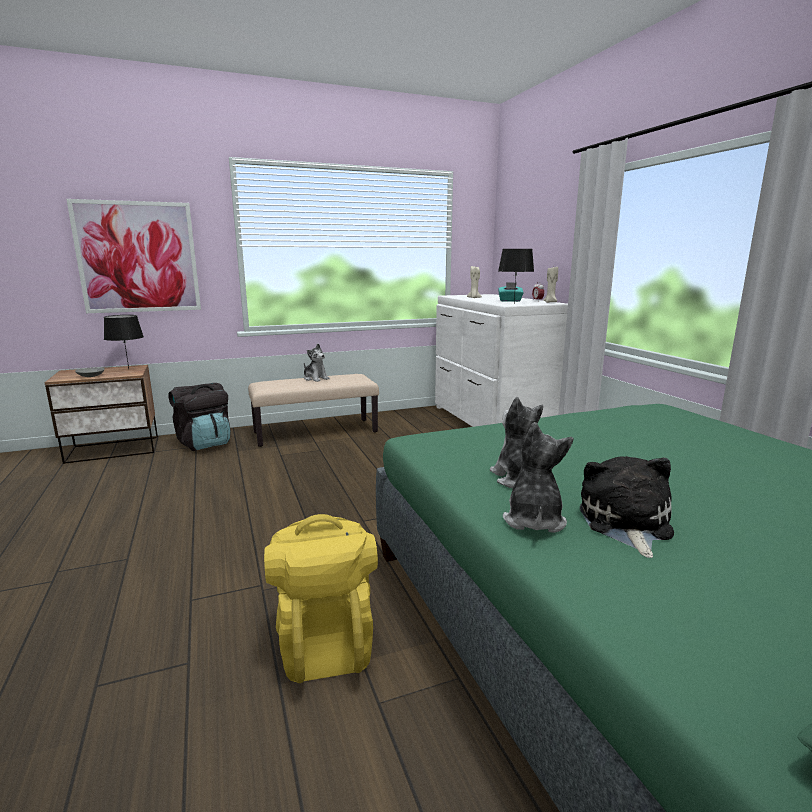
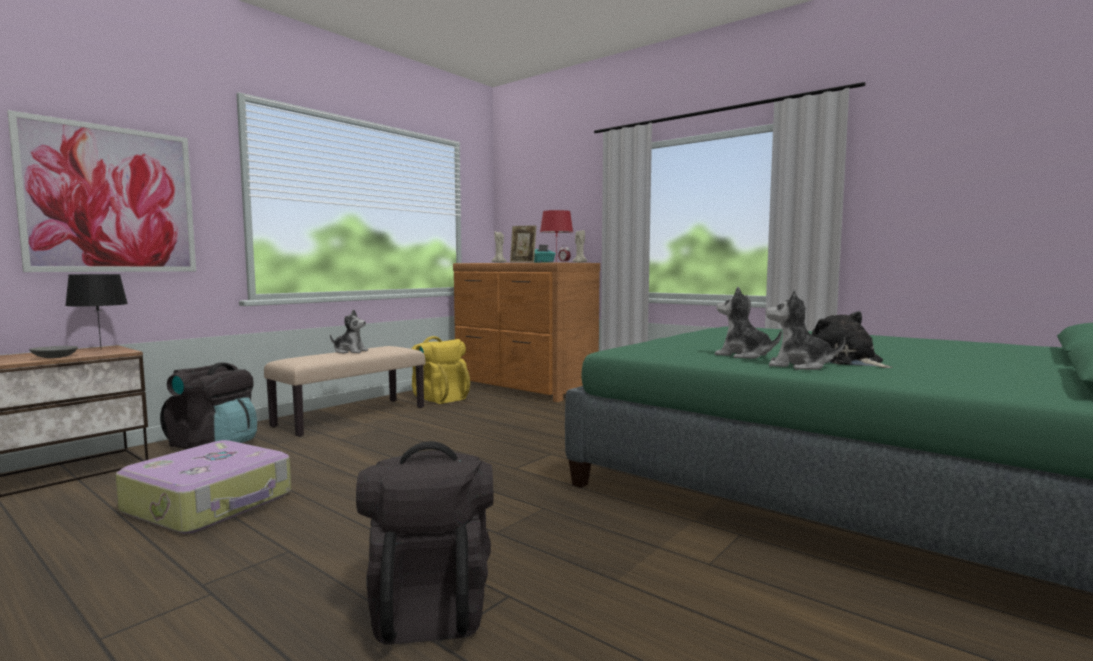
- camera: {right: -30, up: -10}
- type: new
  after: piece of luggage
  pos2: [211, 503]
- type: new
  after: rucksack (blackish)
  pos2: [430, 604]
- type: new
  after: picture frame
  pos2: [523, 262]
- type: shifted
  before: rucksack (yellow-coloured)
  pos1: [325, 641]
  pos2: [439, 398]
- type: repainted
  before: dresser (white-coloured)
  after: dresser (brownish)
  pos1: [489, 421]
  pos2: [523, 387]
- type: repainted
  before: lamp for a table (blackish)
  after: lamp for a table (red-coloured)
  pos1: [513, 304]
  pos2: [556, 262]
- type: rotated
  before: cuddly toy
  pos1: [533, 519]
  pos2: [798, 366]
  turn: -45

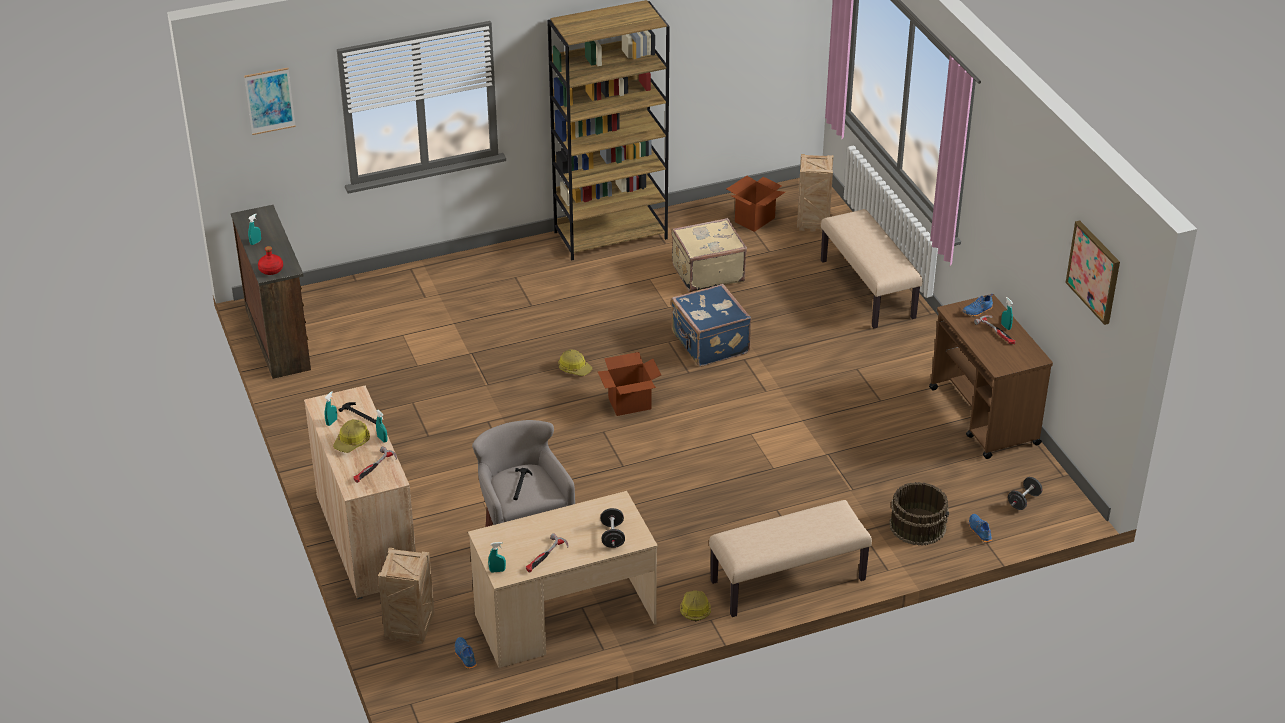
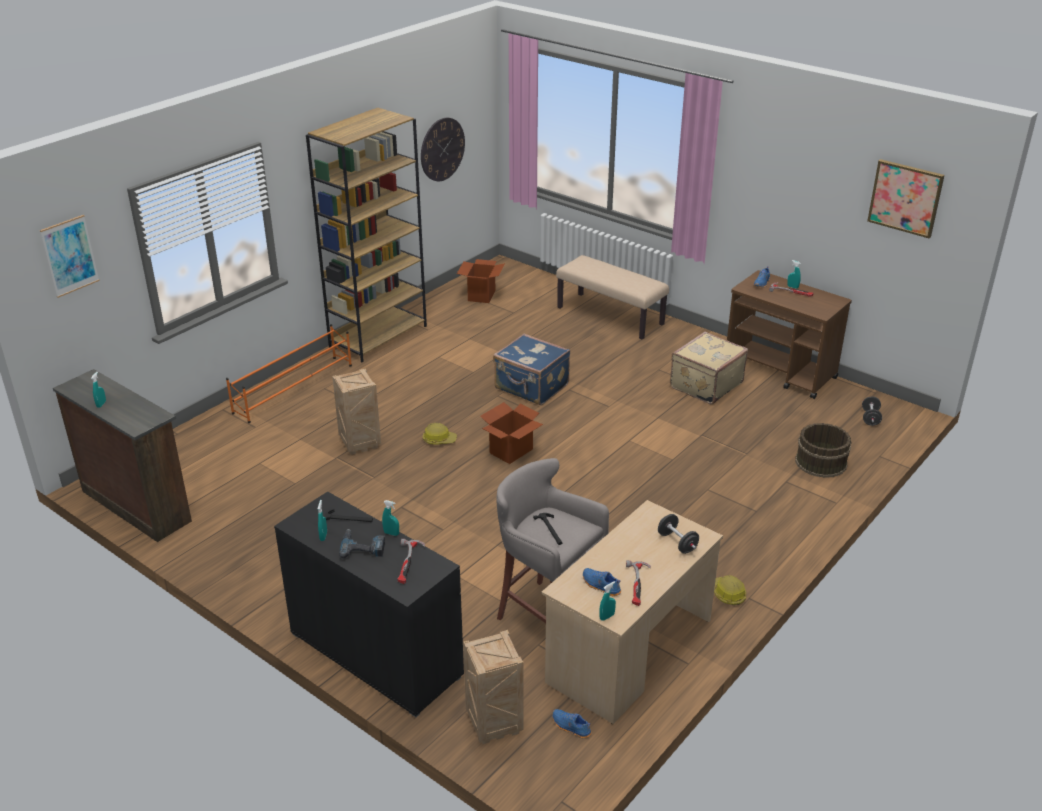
- camera: {right: -30, up: -5}
- type: gone
  before: bottle (red-coloured)
  pos1: [271, 269]
- type: gone
  before: indoor bench (sand-coloured)
  pos1: [787, 581]
- type: new
  after: shoe shelf (orangey)
  pos2: [294, 388]
- type: new
  after: wall clock
  pos2: [442, 149]
- type: shifted
  before: piece of luggage (sand-coloured)
  pos1: [707, 272]
  pos2: [705, 385]
- type: shifted
  before: packing crate
  pos1: [813, 223]
  pos2: [360, 443]
- type: shifted
  before: shoe (bluish)
  pos1: [979, 531]
  pos2: [600, 586]
- type: swapped
  before: safety helmet
  after: drill
  pos1: [352, 442]
  pos2: [363, 547]
- type: repainted
  before: cupboard (sand-coloured)
  after: cupboard (blackish)
  pos1: [367, 539]
  pos2: [376, 654]

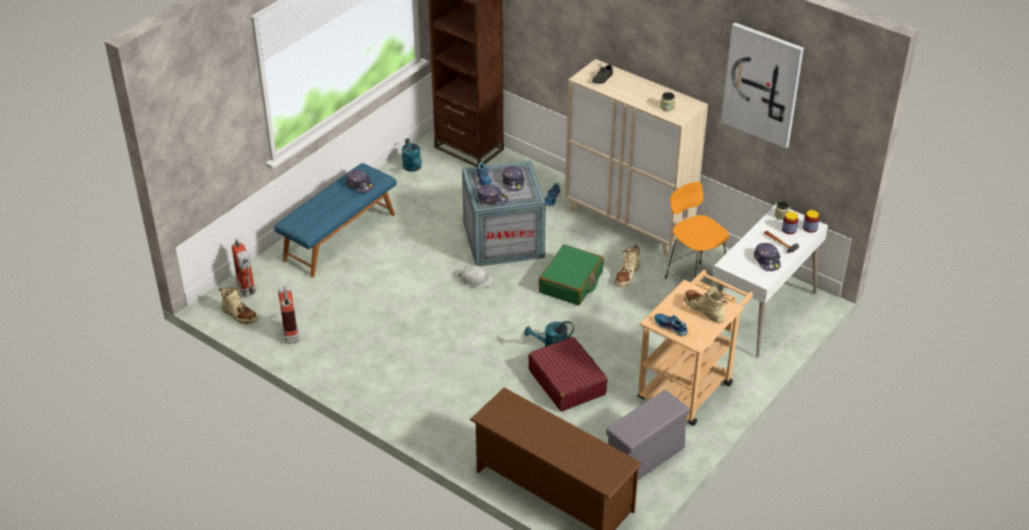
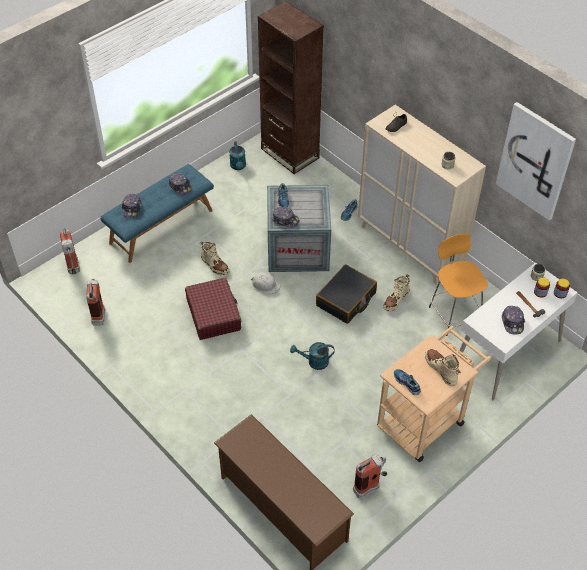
- camera: {right: 10, up: 10}
- type: shifted
  before: boot (sand-coloured)
  pos1: [239, 315]
  pos2: [215, 265]
- type: shifted
  before: peaked cap
  pos1: [513, 182]
  pos2: [132, 208]
- type: shifted
  before: piece of luggage (red-coloured)
  pos1: [567, 382]
  pos2: [213, 314]
- type: swapped
  before: storage box (grey)
  after: fire extinguisher
  pos1: [645, 457]
  pos2: [370, 487]
- type: repainted
  before: piece of luggage (greenish)
  after: piece of luggage (blackish)
  pos1: [571, 283]
  pos2: [346, 300]

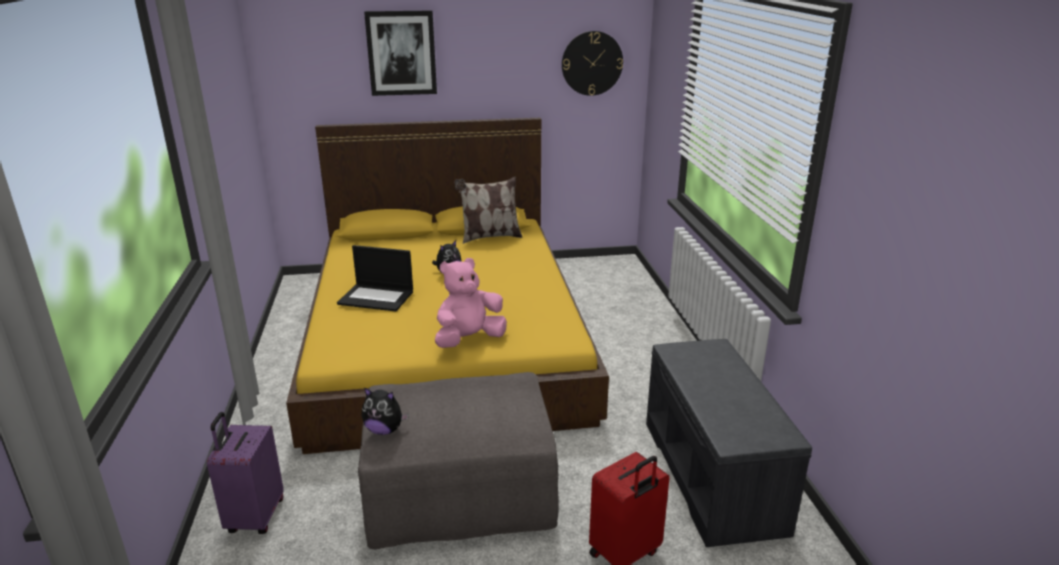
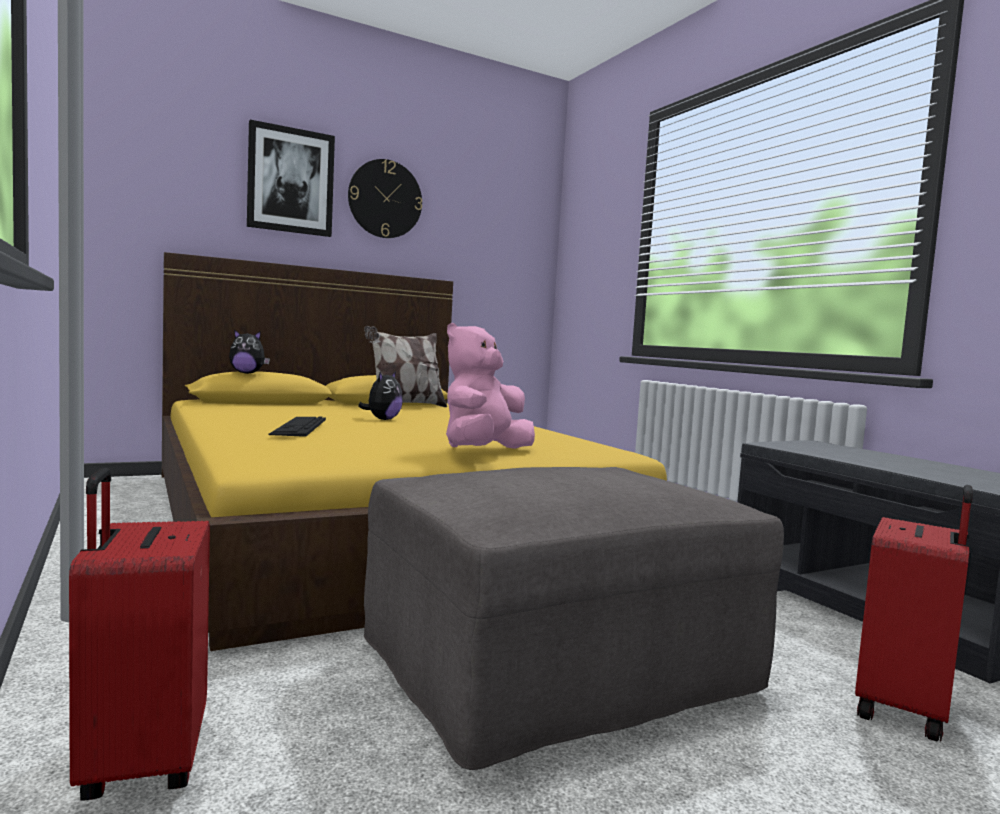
- camera: {right: -20, up: -20}
- type: shifted
  before: cuddly toy
  pos1: [384, 430]
  pos2: [247, 373]
- type: shifted
  before: wall clock
  pos1: [592, 63]
  pos2: [385, 199]
- type: swapped
  before: laptop
  after: keyboard
  pos1: [377, 297]
  pos2: [299, 426]
- type: repainted
  before: piece of luggage (purplish)
  after: piece of luggage (red-coloured)
  pos1: [254, 517]
  pos2: [141, 762]

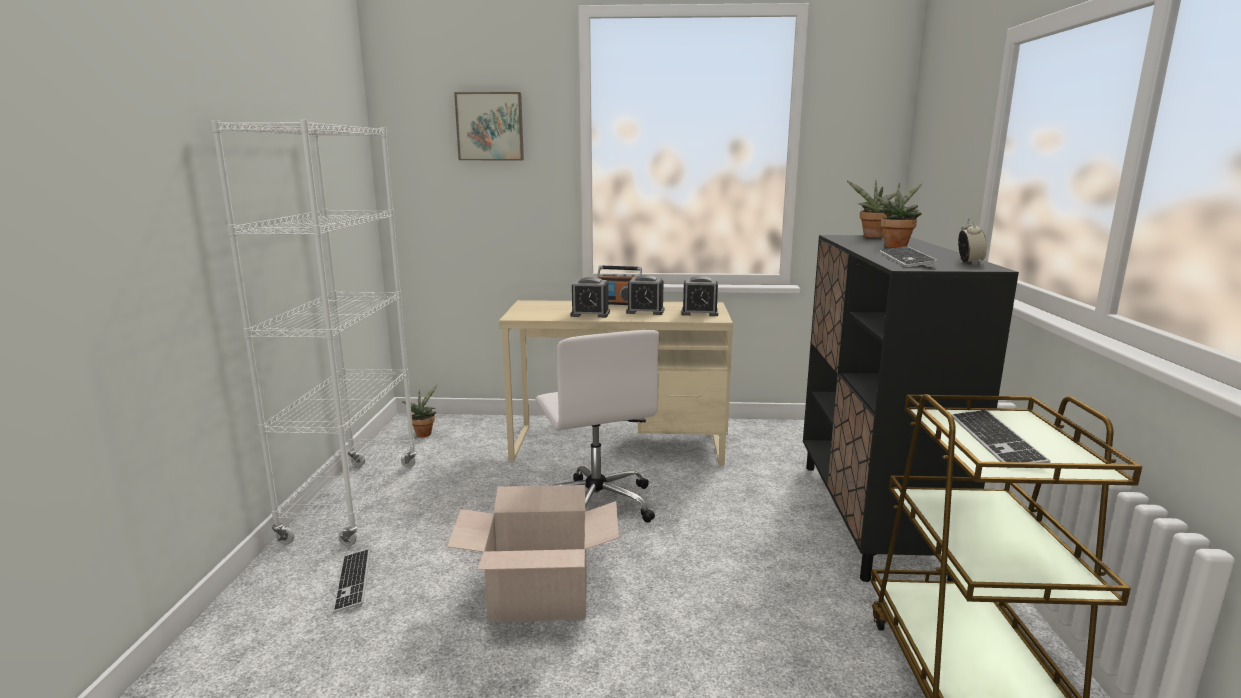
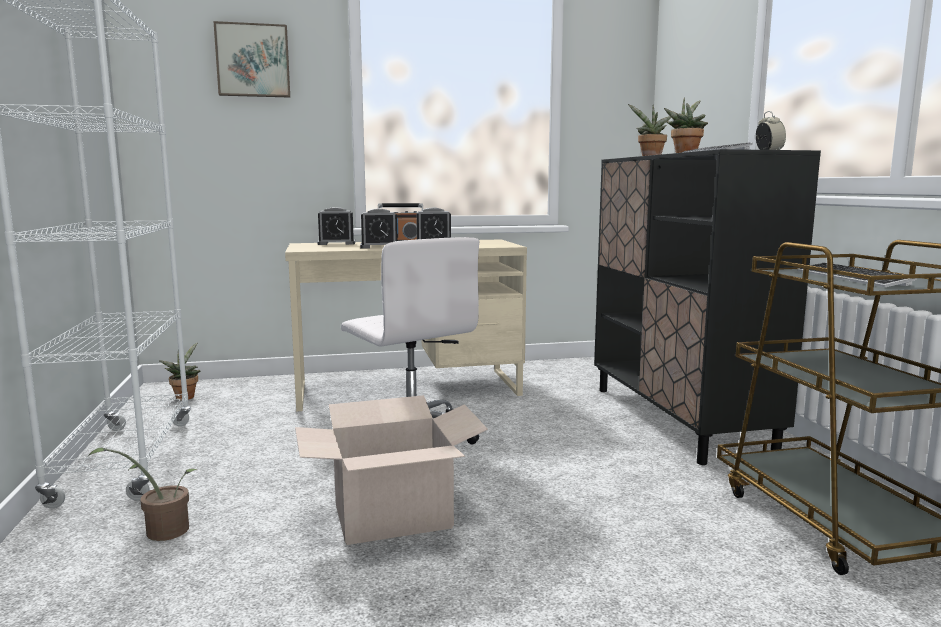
- camera: {right: -15, up: -5}
- type: shifted
  before: table clock
  pos1: [699, 312]
  pos2: [336, 243]
- type: swapped
  before: keyboard
  after: potted plant
  pos1: [353, 582]
  pos2: [161, 531]

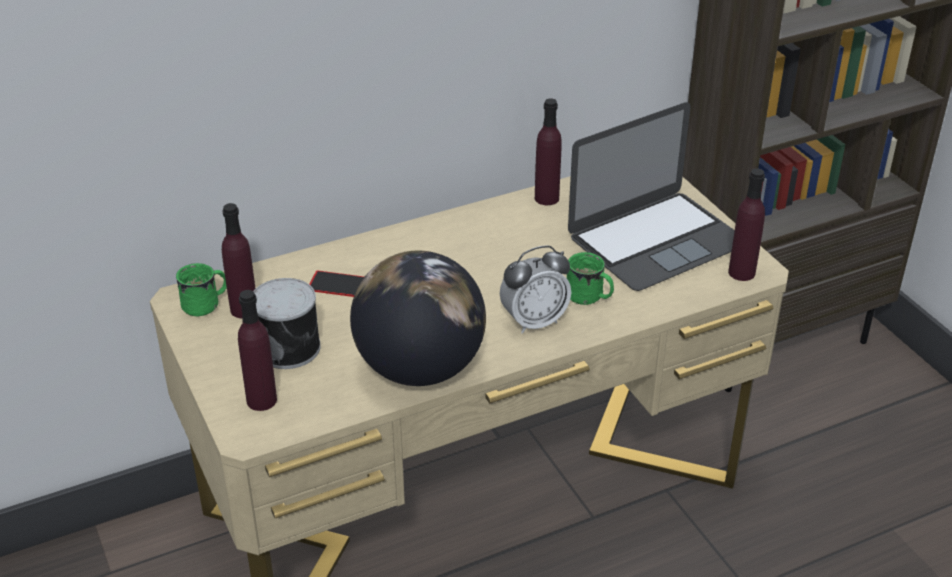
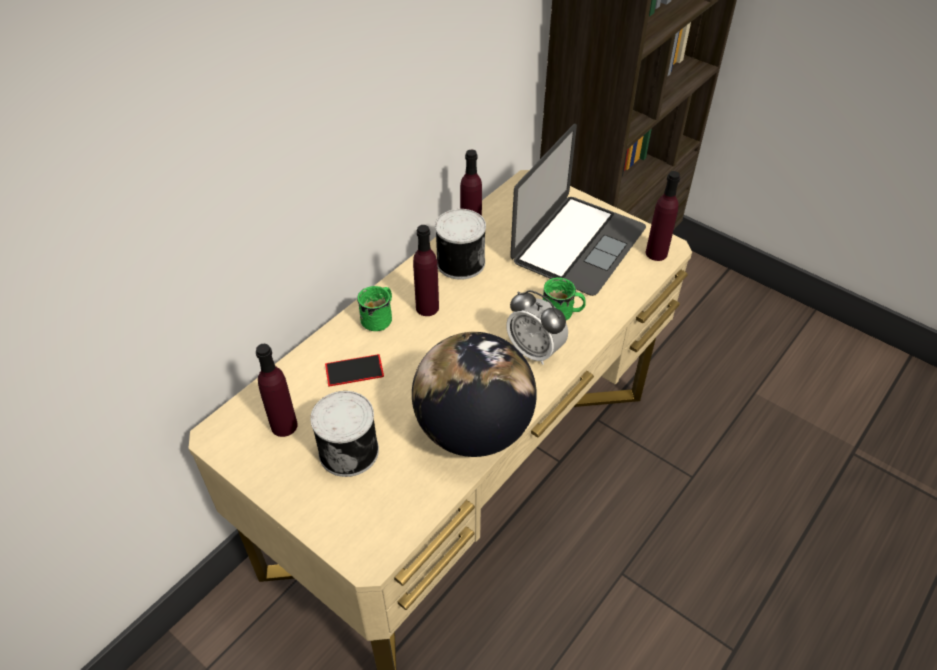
- camera: {right: -25, up: 10}
- type: new
  after: can
  pos2: [459, 262]
- type: shifted
  before: tea mug (greenish)
  pos1: [206, 304]
  pos2: [380, 318]
- type: shifted
  before: bottle (purplish)
  pos1: [261, 400]
  pos2: [427, 307]
- type: rotated
  before: table clock
  pos1: [534, 321]
  pos2: [535, 351]
  turn: 90

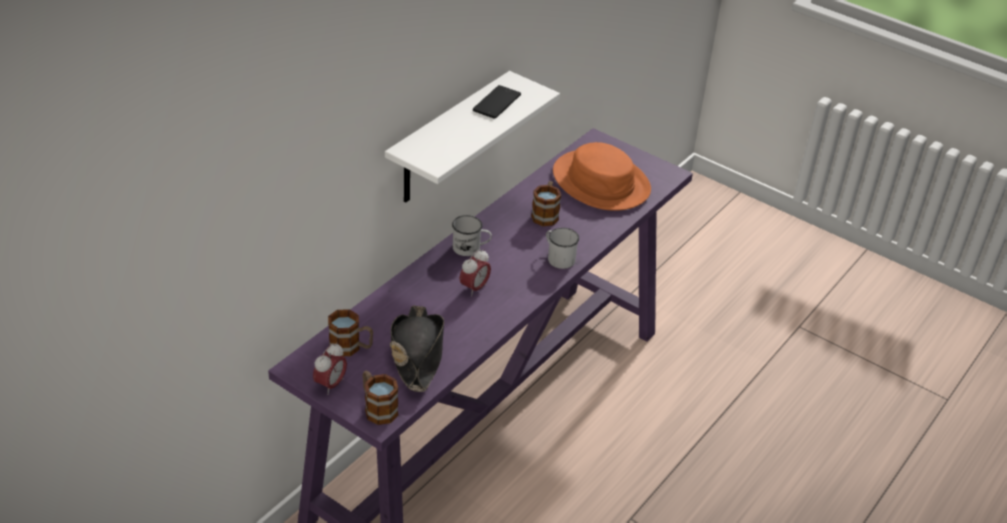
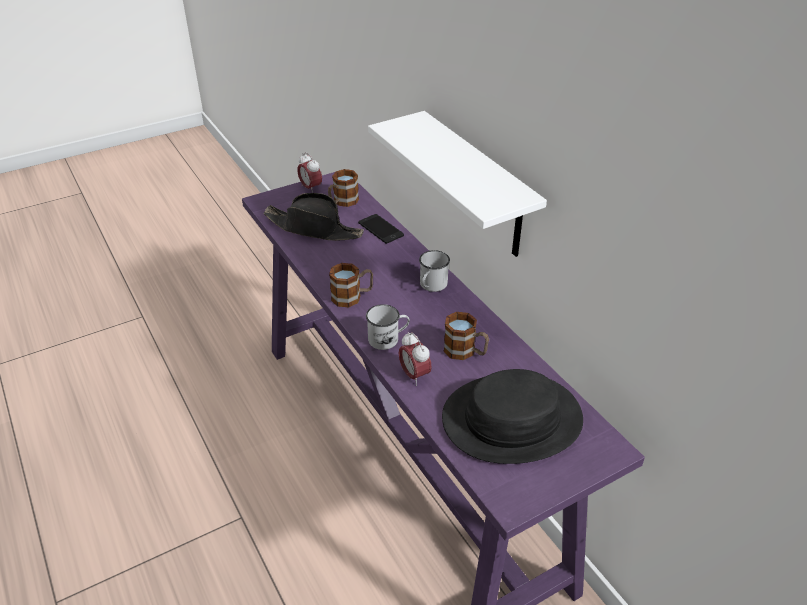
- camera: {right: 115, up: 0}
- type: shifted
  before: tea mug
  pos1: [377, 407]
  pos2: [352, 297]
- type: shifted
  before: table clock
  pos1: [474, 288]
  pos2: [414, 375]
- type: shifted
  before: phone
  pos1: [497, 102]
  pos2: [380, 229]
- type: repainted
  before: hat (orangey)
  after: hat (blackish)
  pos1: [601, 182]
  pos2: [512, 420]

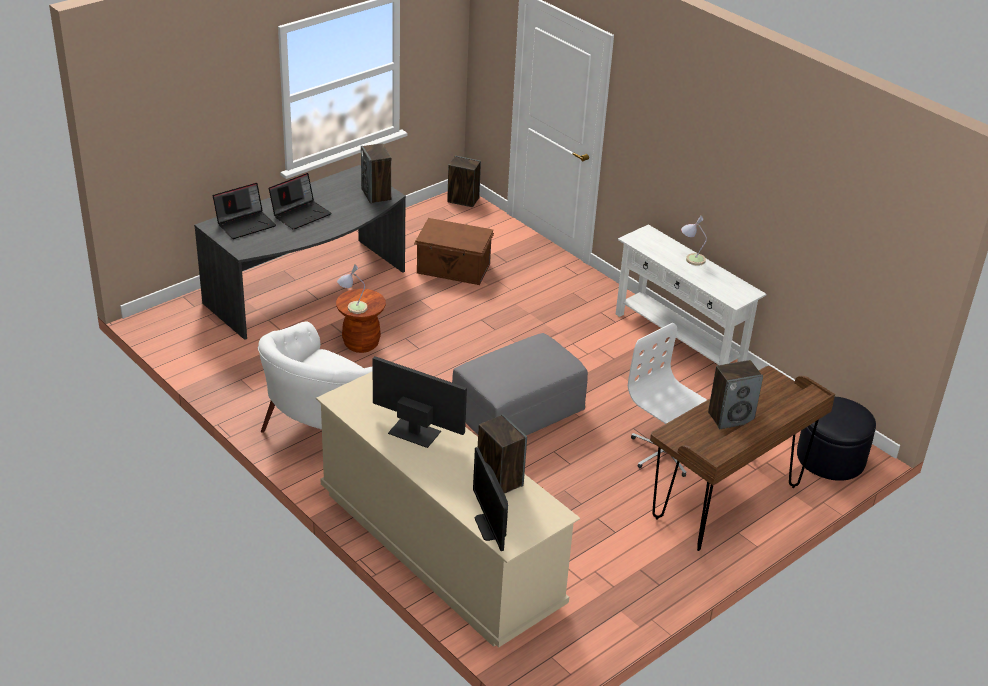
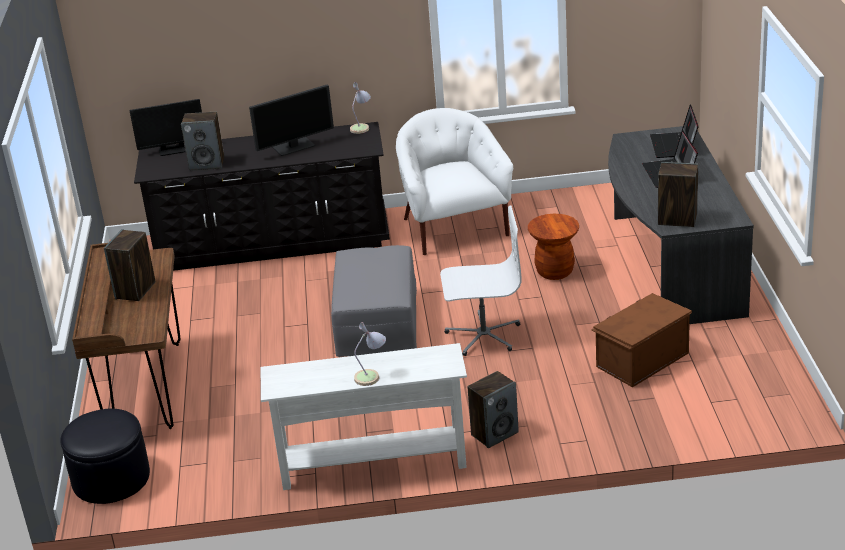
- camera: {right: 130, up: -5}
- type: shifted
  before: lamp for a table
  pos1: [352, 308]
  pos2: [362, 127]
- type: shifted
  before: loudspeaker
  pos1: [462, 200]
  pos2: [494, 433]
- type: shifted
  before: desk chair (white-coloured)
  pos1: [665, 453]
  pos2: [483, 335]
- type: repainted
  before: dresser (sand-coloured)
  after: dresser (blackish)
  pos1: [439, 548]
  pos2: [272, 242]
- type: rotated
  before: computer display
  pos1: [490, 526]
  pos2: [173, 150]
  turn: 150

